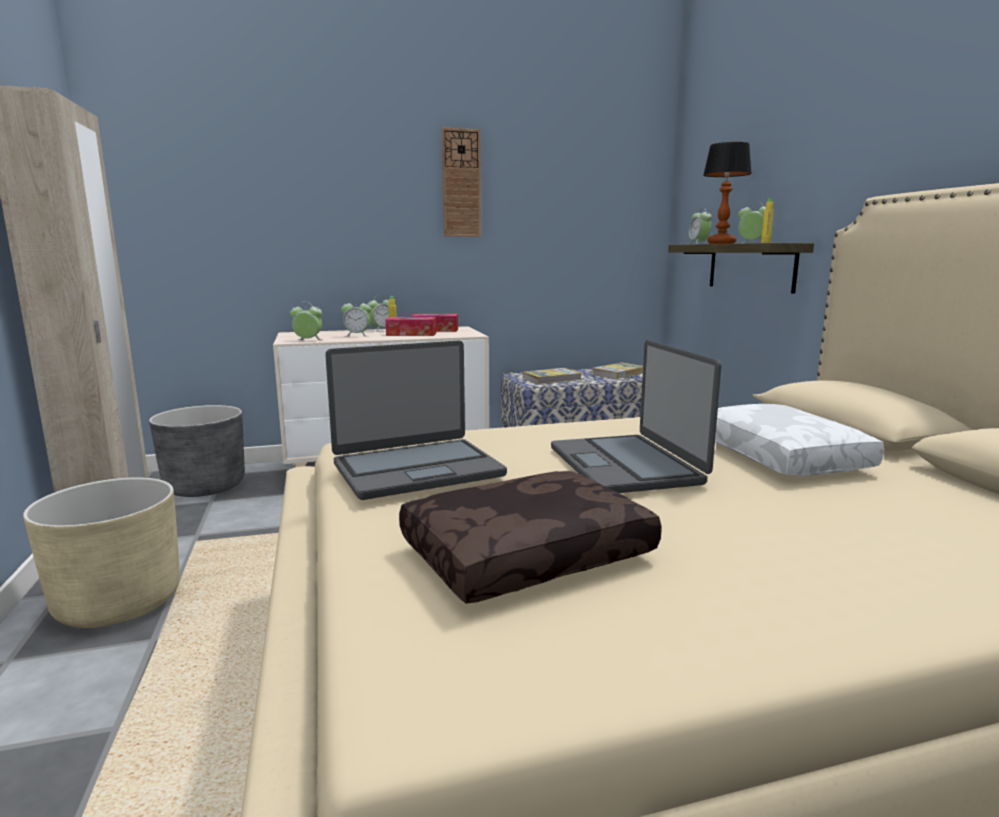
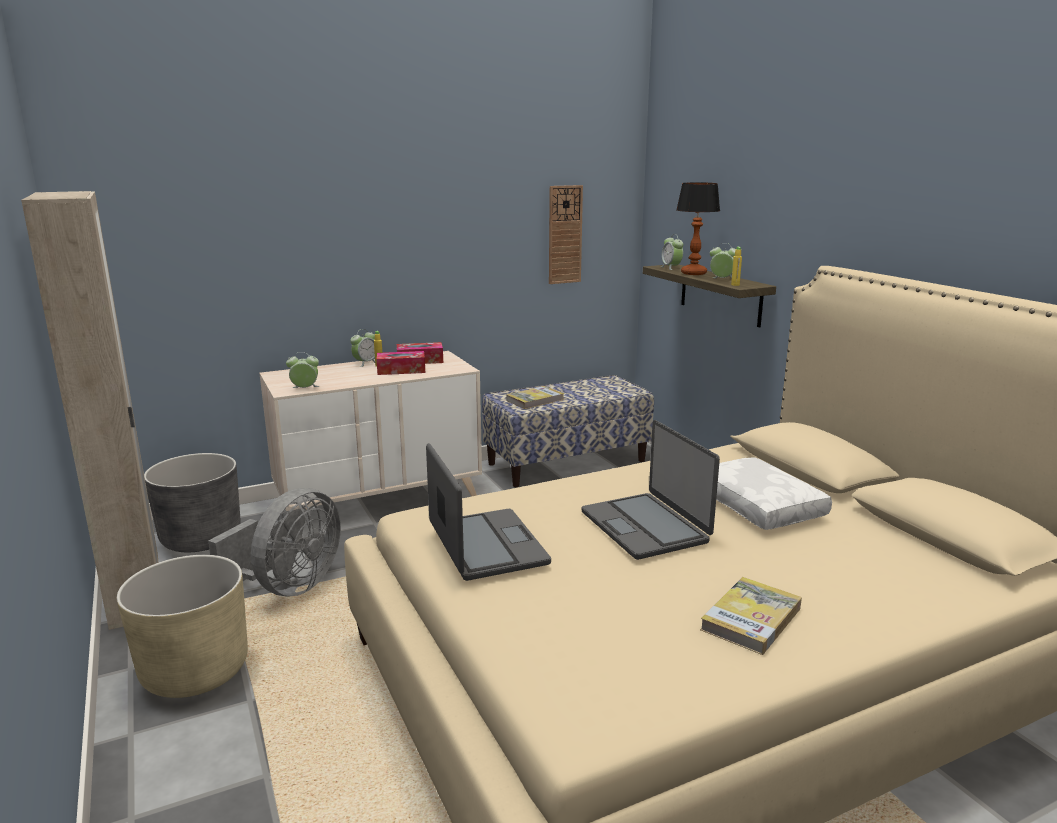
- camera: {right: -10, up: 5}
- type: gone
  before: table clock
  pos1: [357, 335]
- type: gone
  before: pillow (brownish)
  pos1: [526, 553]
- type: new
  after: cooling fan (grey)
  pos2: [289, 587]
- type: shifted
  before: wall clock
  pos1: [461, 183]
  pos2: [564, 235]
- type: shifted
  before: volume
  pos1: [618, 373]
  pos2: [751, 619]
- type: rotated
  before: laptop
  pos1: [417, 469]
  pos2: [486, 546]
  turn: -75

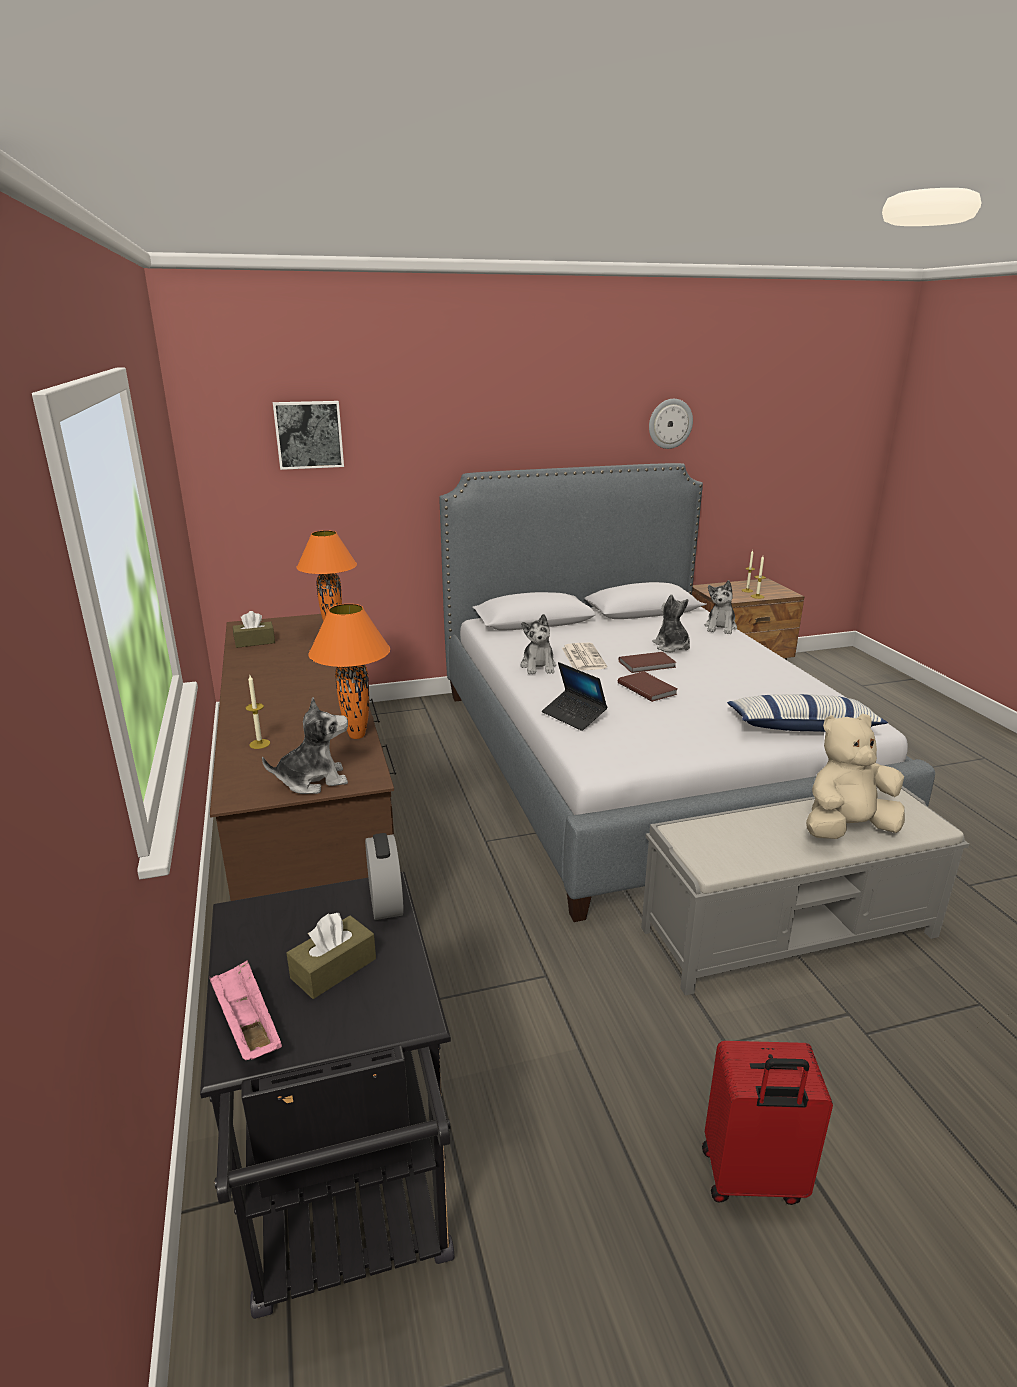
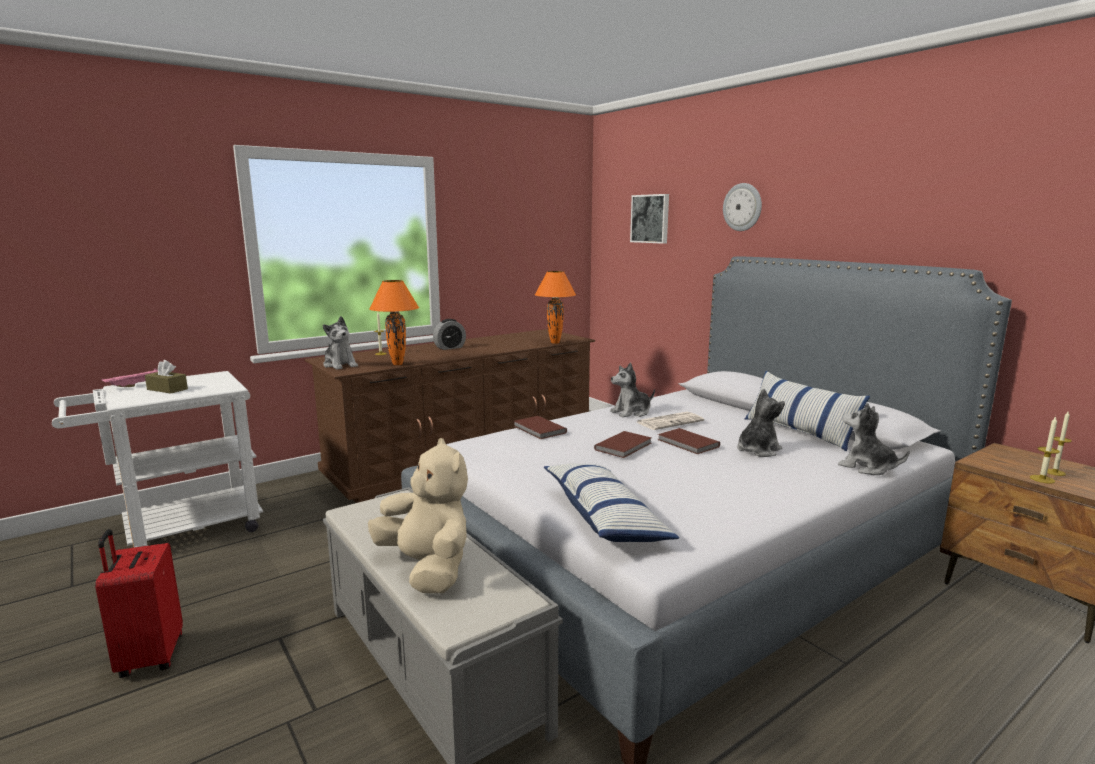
- camera: {right: 70, up: -10}
- type: gone
  before: tissue holder (brownish)
  pos1: [254, 642]
- type: new
  after: pillow
  pos2: [799, 432]
- type: shifted
  before: table clock
  pos1: [385, 901]
  pos2: [450, 347]
- type: shifted
  before: wall clock
  pos1: [670, 423]
  pos2: [742, 207]
- type: swapped
  before: laptop
  after: volume (brownish)
  pos1: [574, 716]
  pos2: [539, 430]
- type: repainted
  before: trolley (blackish)
  after: trolley (white-coloured)
  pos1: [349, 1208]
  pos2: [179, 531]
- type: rotated
  before: cuddly toy
  pos1: [720, 627]
  pos2: [867, 467]
  turn: 45

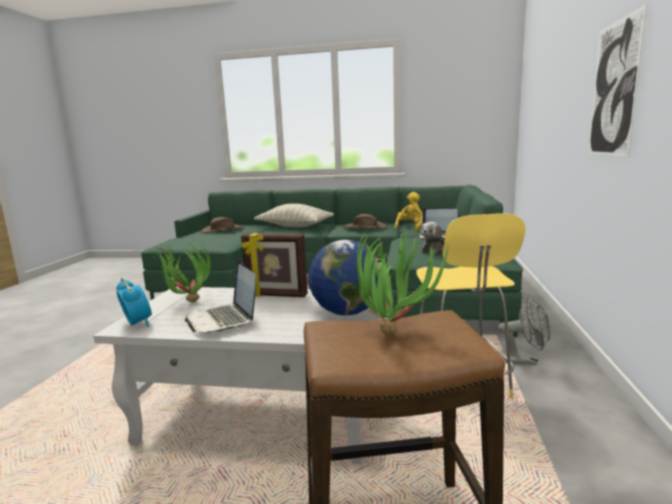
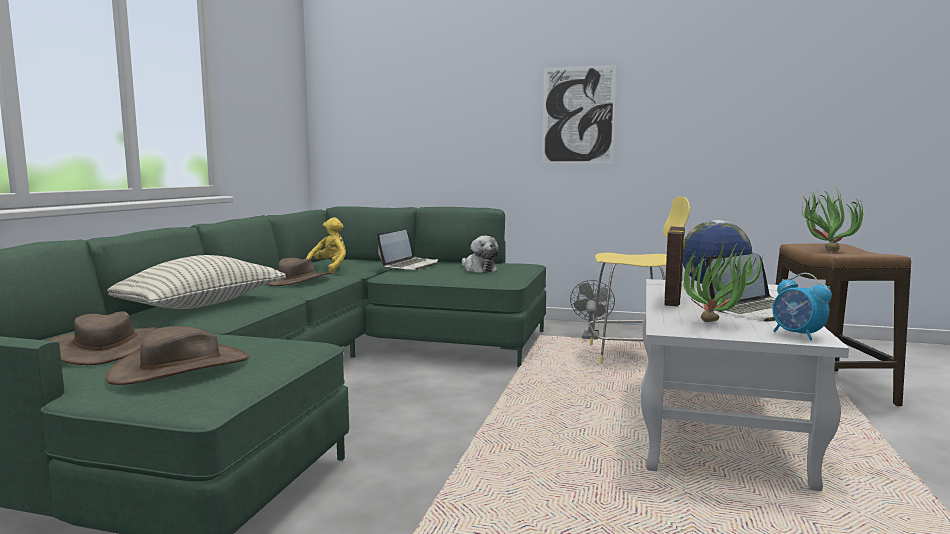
- camera: {right: -85, up: -5}
- type: new
  after: hat (brownish)
  pos2: [181, 368]
- type: rotated
  before: table clock
  pos1: [137, 323]
  pos2: [797, 335]
  turn: -90
- type: rotated
  before: cuddly toy (yellow-coloured)
  pos1: [410, 227]
  pos2: [329, 270]
  turn: 75

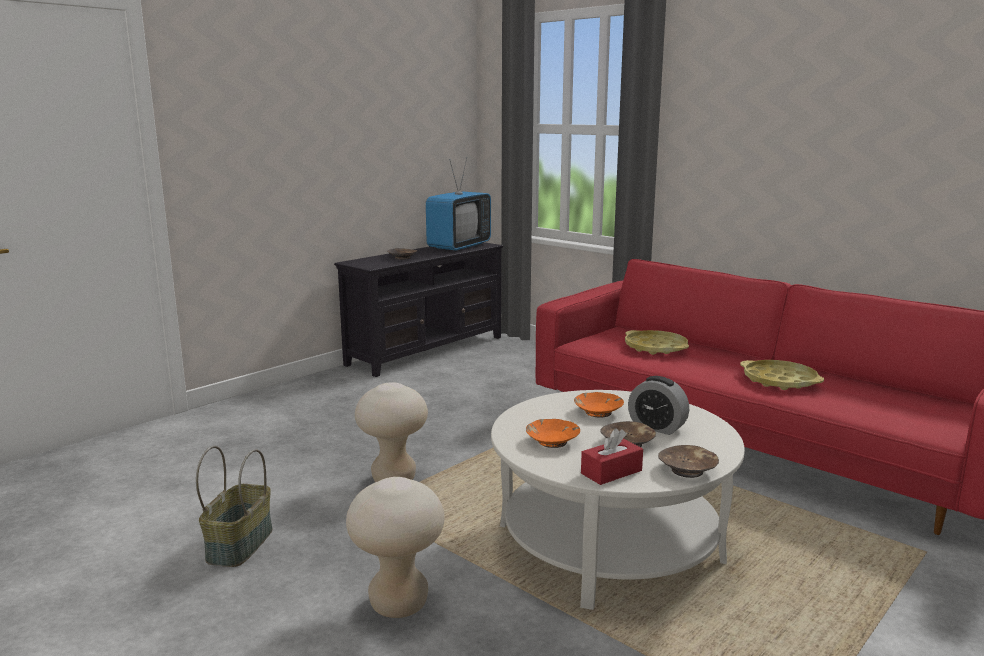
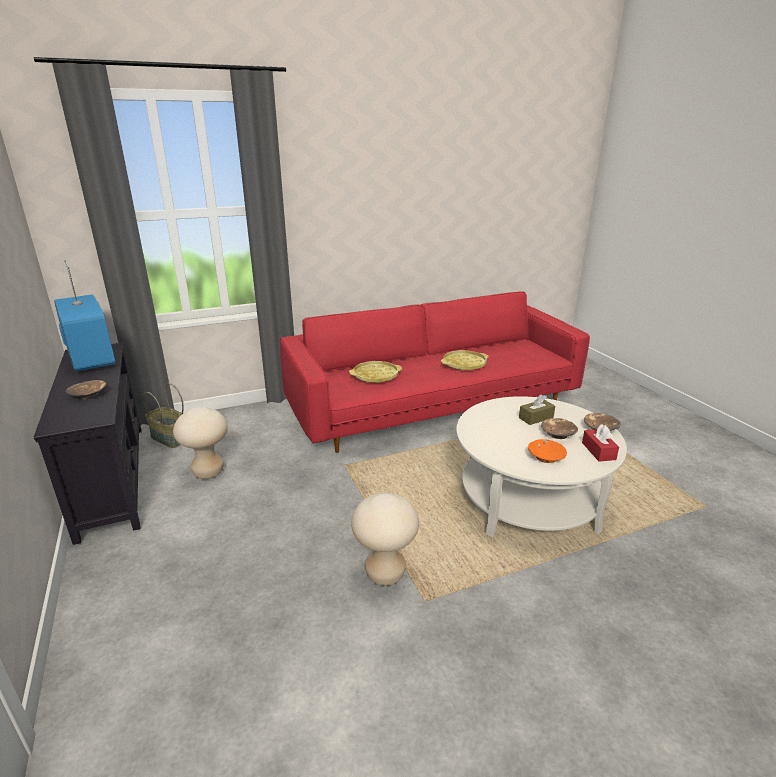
- camera: {right: -65, up: 10}
- type: gone
  before: bowl (orangey)
  pos1: [598, 412]
- type: shifted
  before: basket
  pos1: [239, 544]
  pos2: [169, 438]
- type: shifted
  before: sitting stool (sand-coloured)
  pos1: [398, 604]
  pos2: [208, 472]
- type: swapped
  before: table clock
  after: tissue holder (brownish)
  pos1: [657, 427]
  pos2: [536, 418]

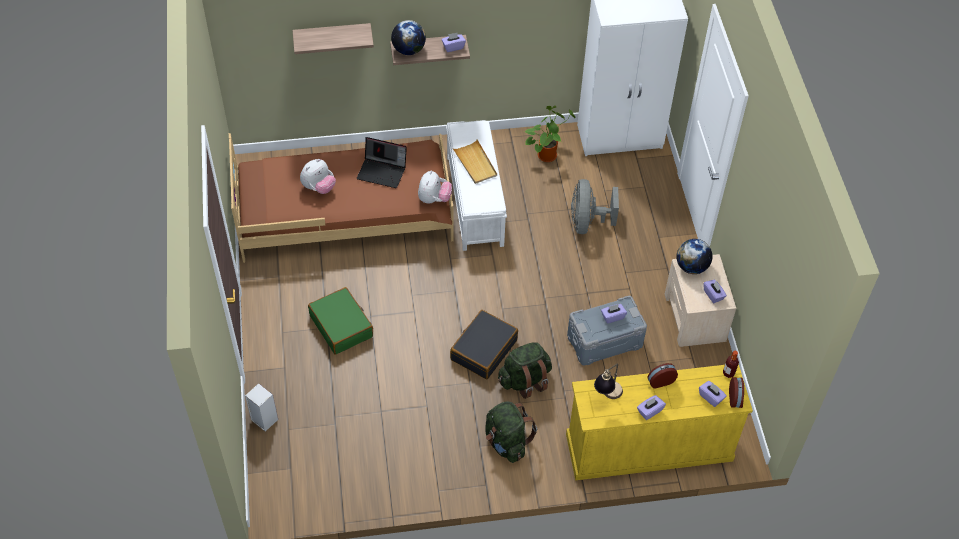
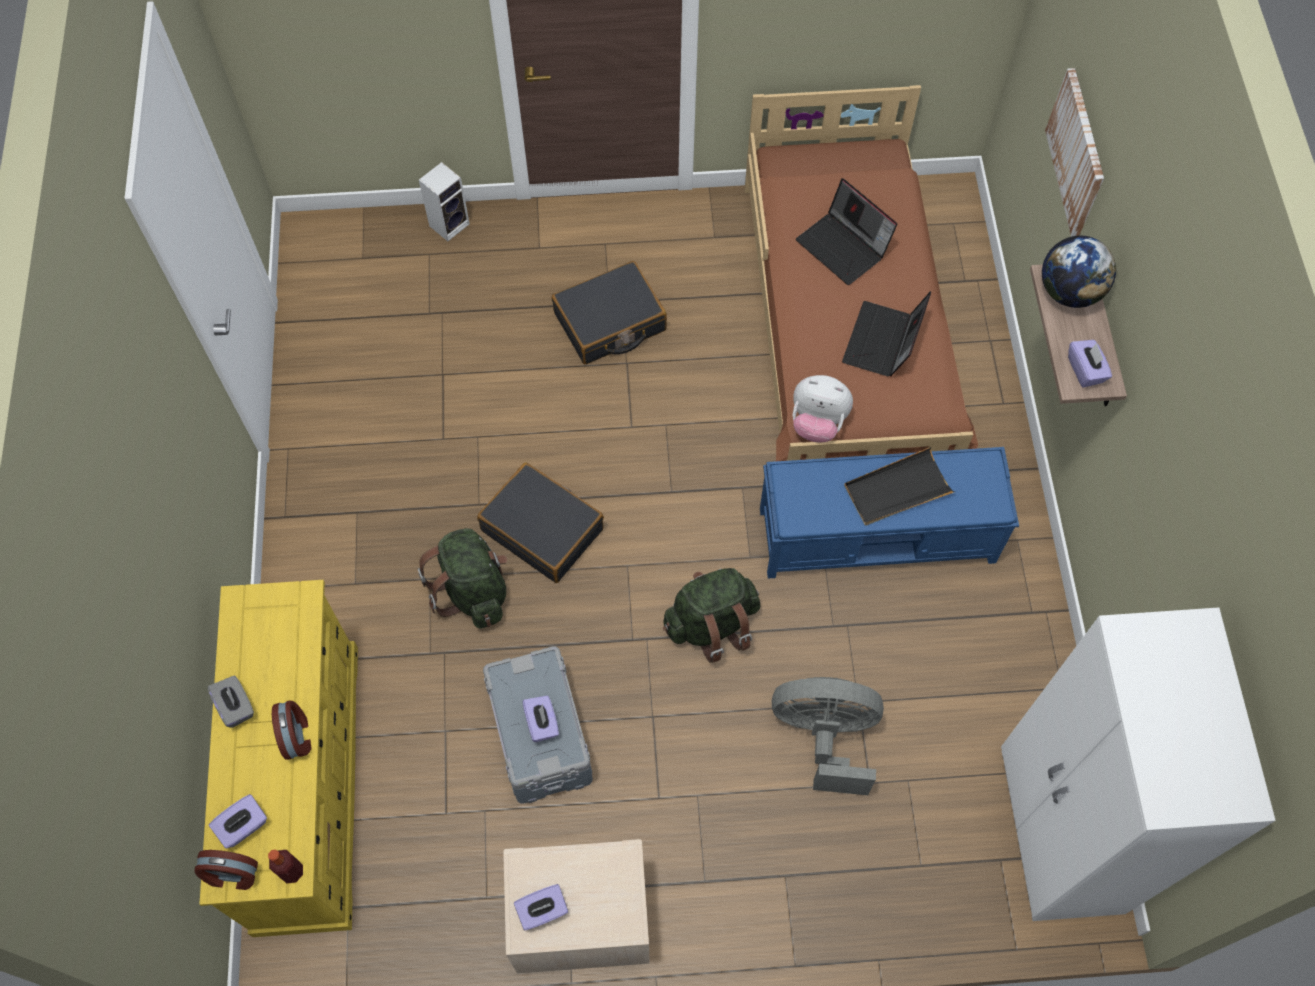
- camera: {right: 95, up: 10}
- type: gone
  before: potted plant
  pos1: [547, 154]
- type: gone
  before: lamp for a table
  pos1: [607, 396]
- type: gone
  before: globe
  pos1: [691, 267]
- type: shifted
  before: rucksack (greenish)
  pos1: [506, 442]
  pos2: [711, 624]
- type: swapped
  before: bracket shelf
  after: picture
  pos1: [332, 36]
  pos2: [1077, 153]
- type: swapped
  before: cuddly toy
  after: laptop
  pos1: [319, 187]
  pos2: [844, 247]
- type: repainted
  before: piece of luggage (greenish)
  after: piece of luggage (blackish)
  pos1: [341, 326]
  pos2: [610, 322]
- type: repainted
  before: indoor bench (white-coloured)
  after: indoor bench (bluish)
  pos1: [474, 200]
  pos2: [878, 535]
- type: repainted
  before: serving tray (sand-coloured)
  after: serving tray (blackish)
  pos1: [475, 163]
  pos2: [897, 490]
- type: repainted
  before: tissue holder (purplish)
  after: tissue holder (grey)
  pos1: [649, 411]
  pos2: [236, 706]

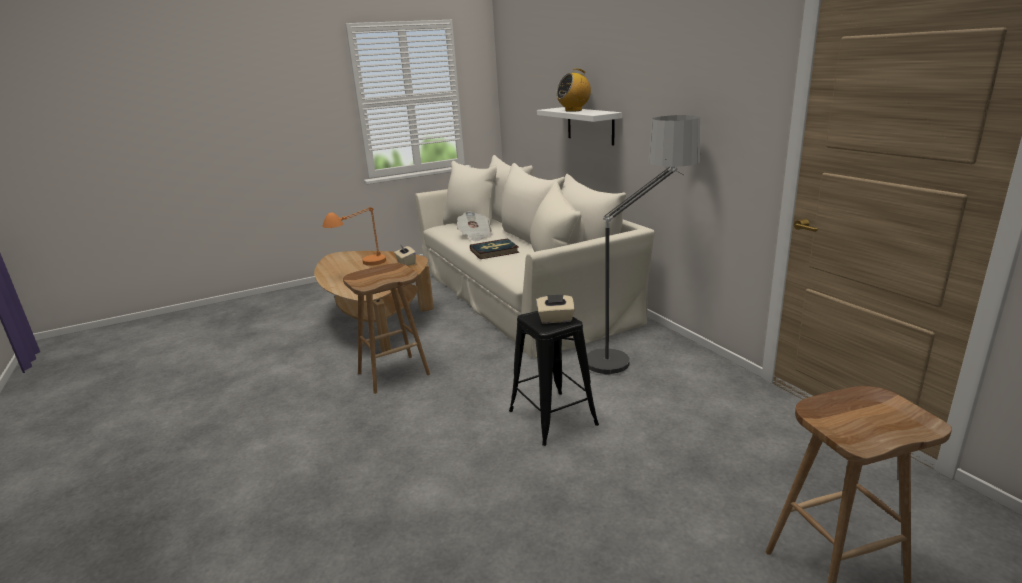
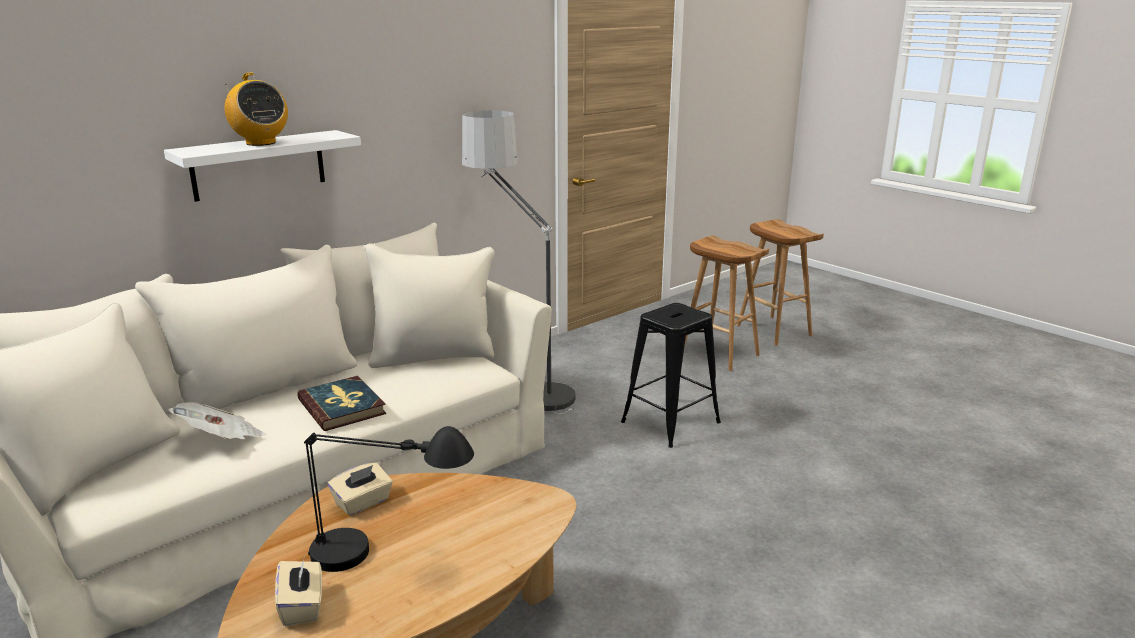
- camera: {right: -105, up: 0}
- type: shifted
  before: sitting stool (brownish)
  pos1: [394, 373]
  pos2: [718, 354]
- type: shifted
  before: tissue holder (sand-coloured)
  pos1: [555, 319]
  pos2: [302, 606]
- type: repainted
  before: lamp for a table (orangey)
  after: lamp for a table (blackish)
  pos1: [361, 268]
  pos2: [388, 559]

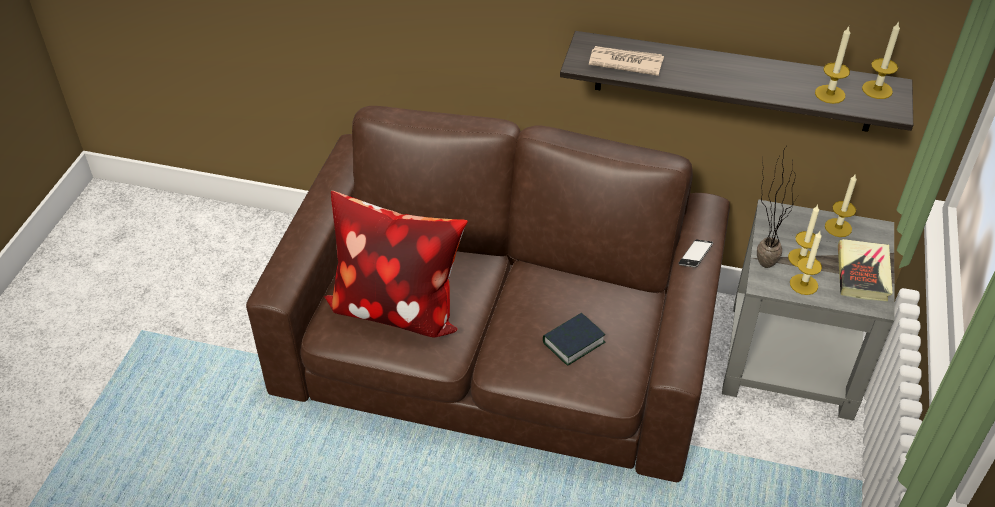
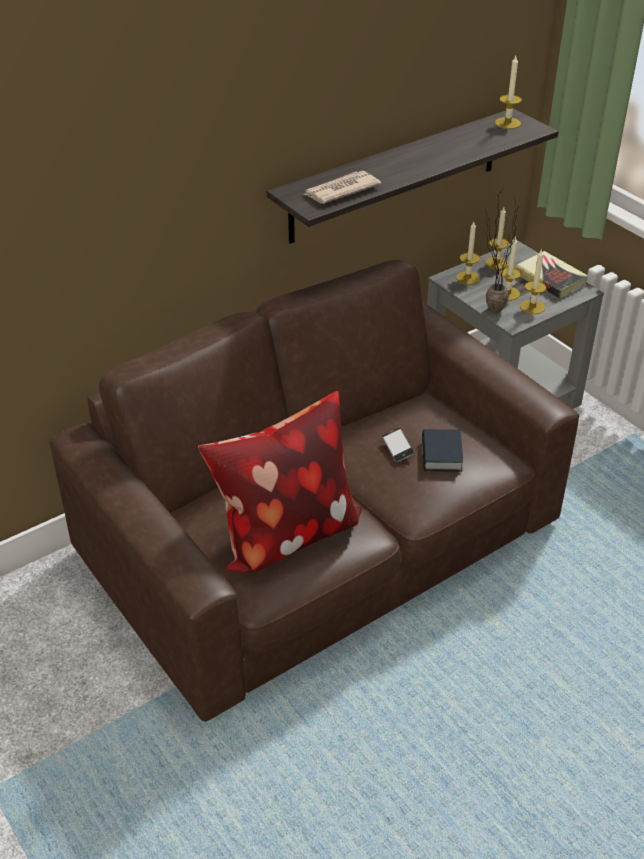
- camera: {right: -50, up: -5}
- type: shifted
  before: phone
  pos1: [695, 256]
  pos2: [398, 448]
- type: shifted
  before: wax candle
  pos1: [830, 94]
  pos2: [467, 278]

